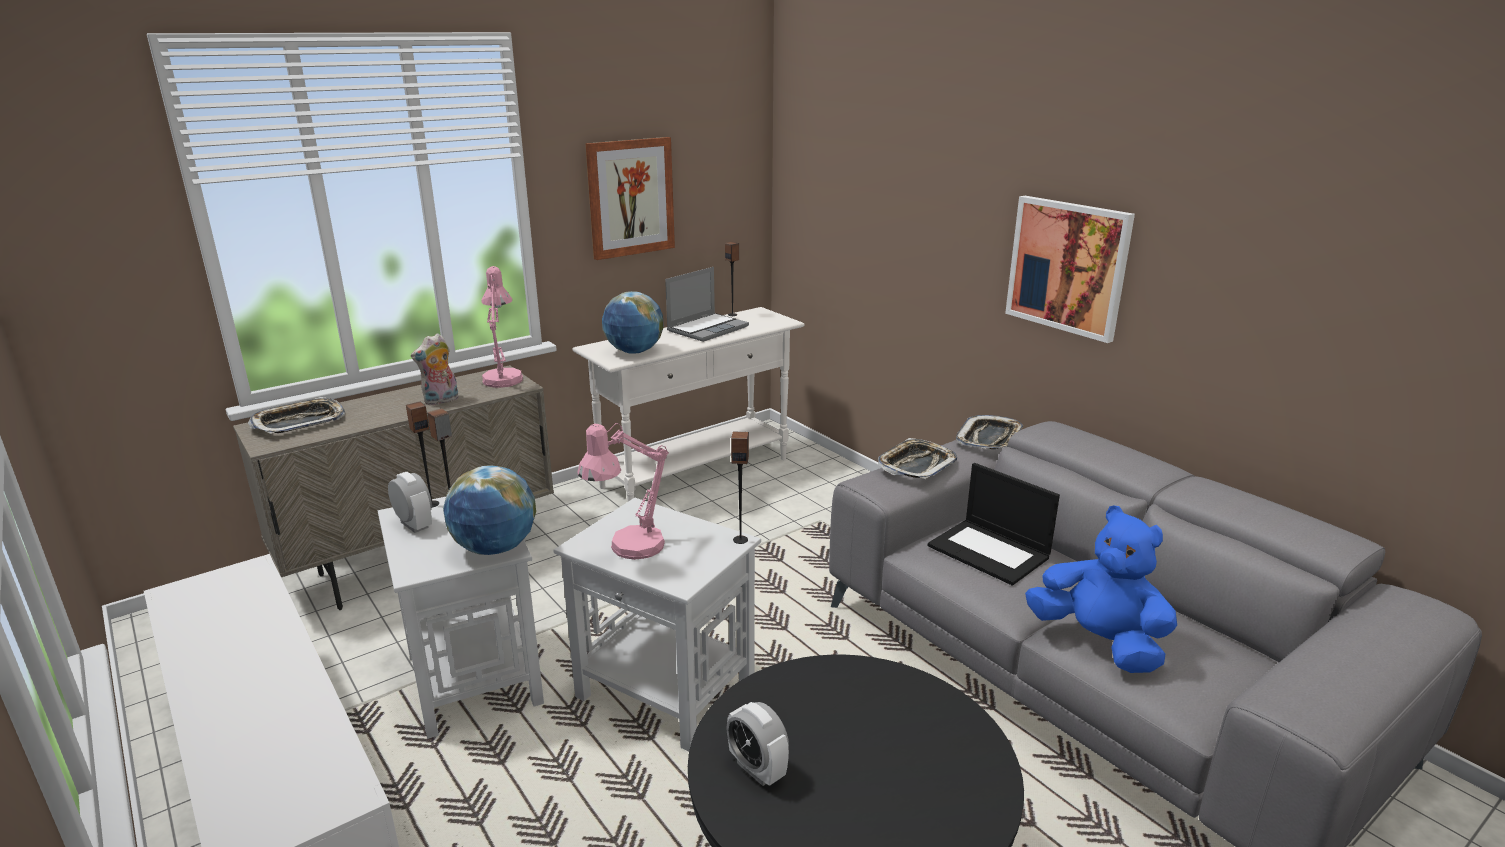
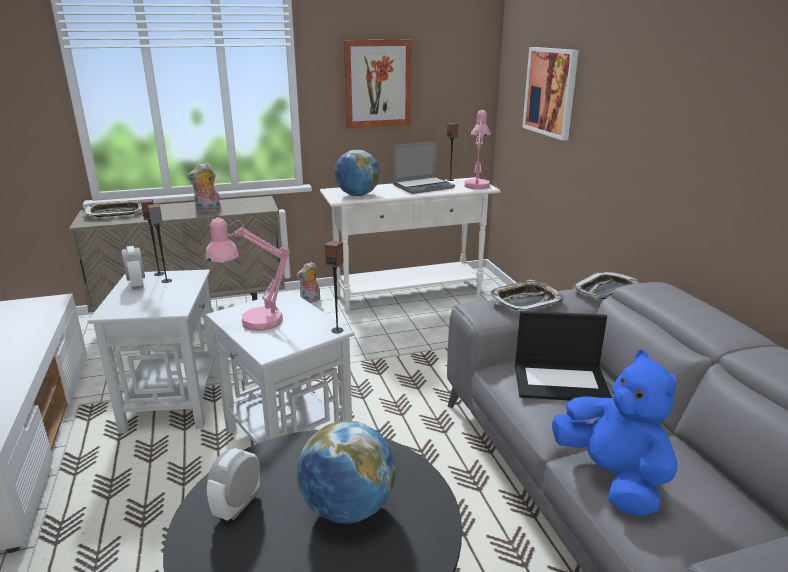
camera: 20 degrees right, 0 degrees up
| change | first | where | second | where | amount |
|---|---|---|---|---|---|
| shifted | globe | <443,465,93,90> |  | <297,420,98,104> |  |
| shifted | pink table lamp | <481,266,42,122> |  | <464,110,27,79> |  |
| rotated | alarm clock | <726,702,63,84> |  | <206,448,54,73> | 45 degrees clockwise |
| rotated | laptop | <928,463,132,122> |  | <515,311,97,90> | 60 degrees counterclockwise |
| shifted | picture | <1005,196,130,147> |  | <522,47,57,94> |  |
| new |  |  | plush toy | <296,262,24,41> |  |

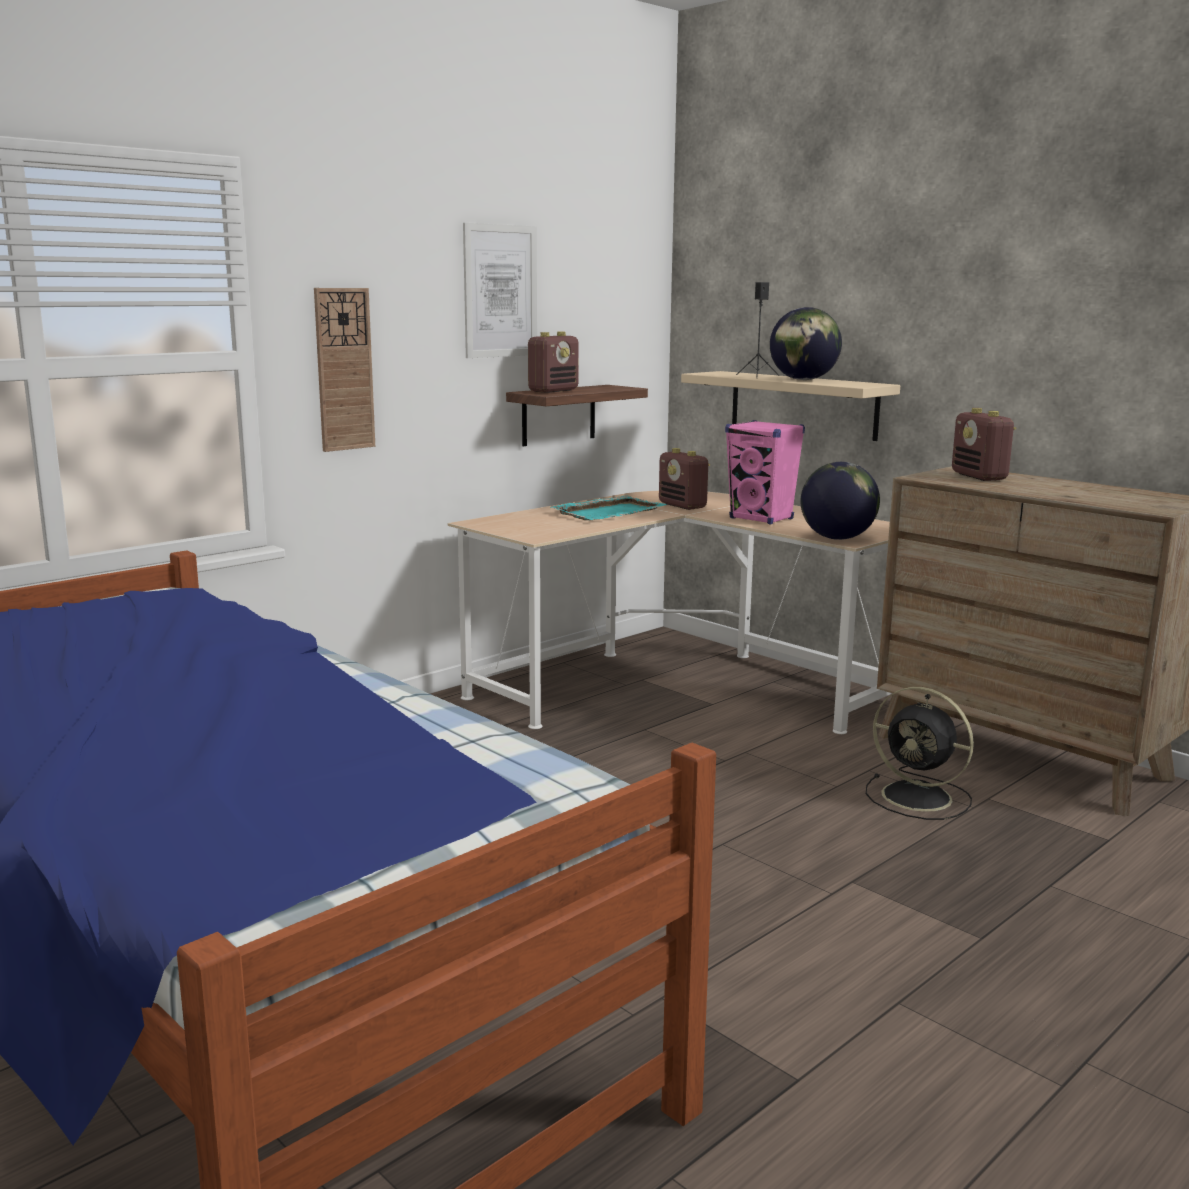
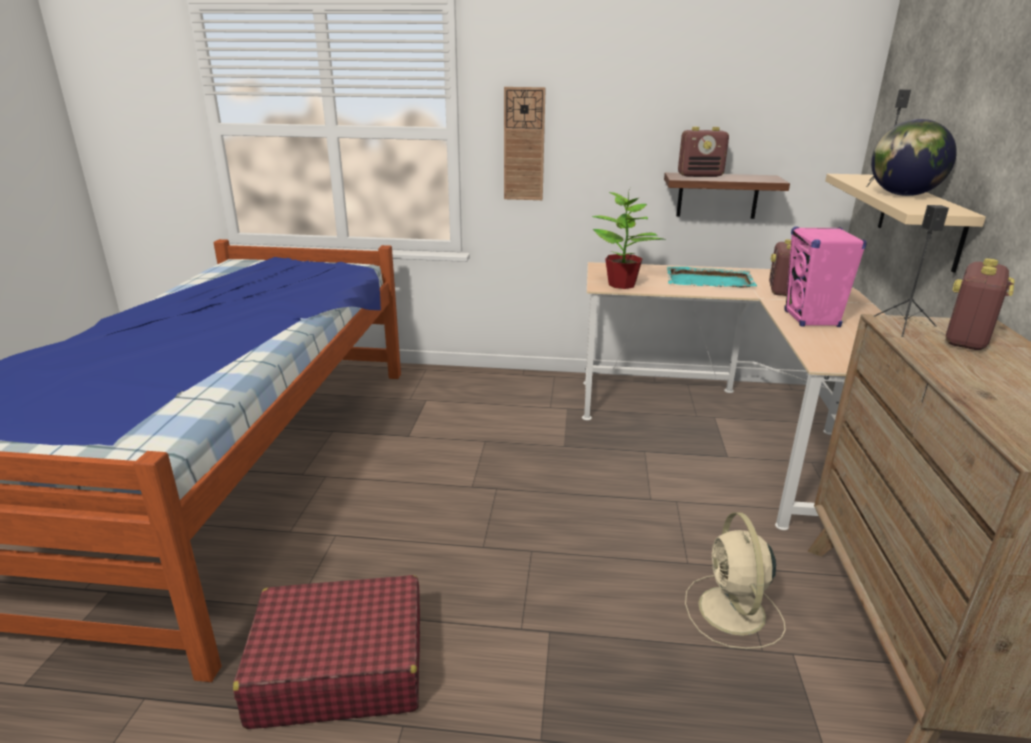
camera: 50 degrees right, 10 degrees up
| change | first | where | second | where | amount |
|---|---|---|---|---|---|
| gone | picture | <463,223,74,135> |  |  |  |
| gone | globe | <801,462,79,78> |  |  |  |
| repainted | black fan | <866,687,108,133> | beige fan | <685,512,101,137> |  |
| new |  |  | red suitcase | <233,575,187,154> |  |
| new |  |  | potted plant | <592,191,72,98> |  |
| new |  |  | black speaker | <874,205,75,132> |  |

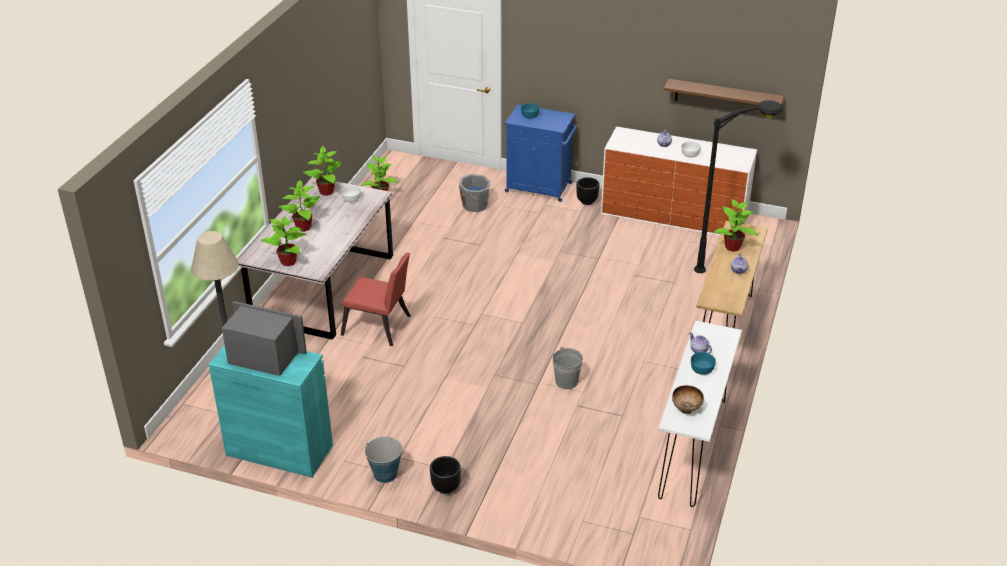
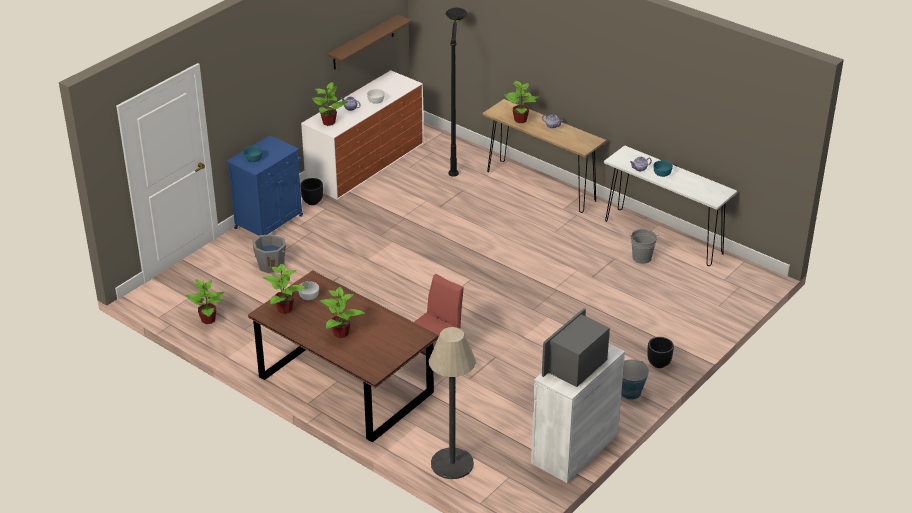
camera: 70 degrees left, 0 degrees up
| change | first | where | second | where | amount |
|---|---|---|---|---|---|
| repainted | turquoise cabinet | <209,345,124,133> | white cabinet | <531,344,94,139> |  |
| repainted | grey dining table | <238,177,155,163> | brown dining table | <248,270,191,173> |  |
| shifted | potted plant | <260,217,47,49> |  | <312,82,36,44> |  |
| shifted | grey bucket | <553,347,30,42> |  | <629,229,29,35> |  |
| gone | bowl | <672,385,32,29> |  |  |  |

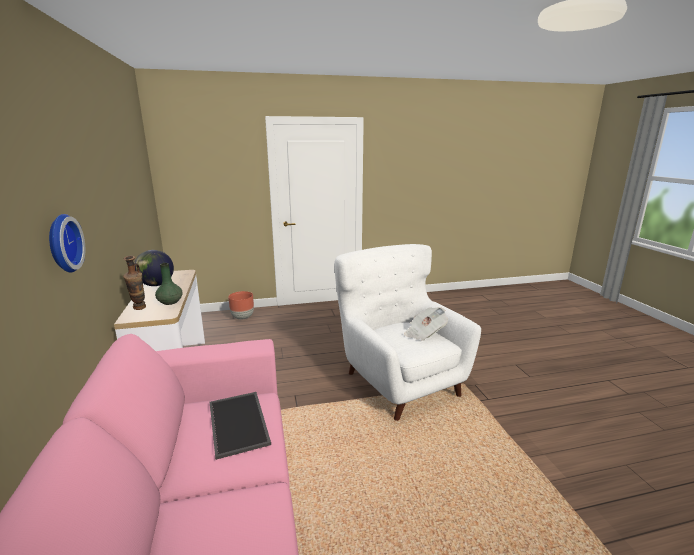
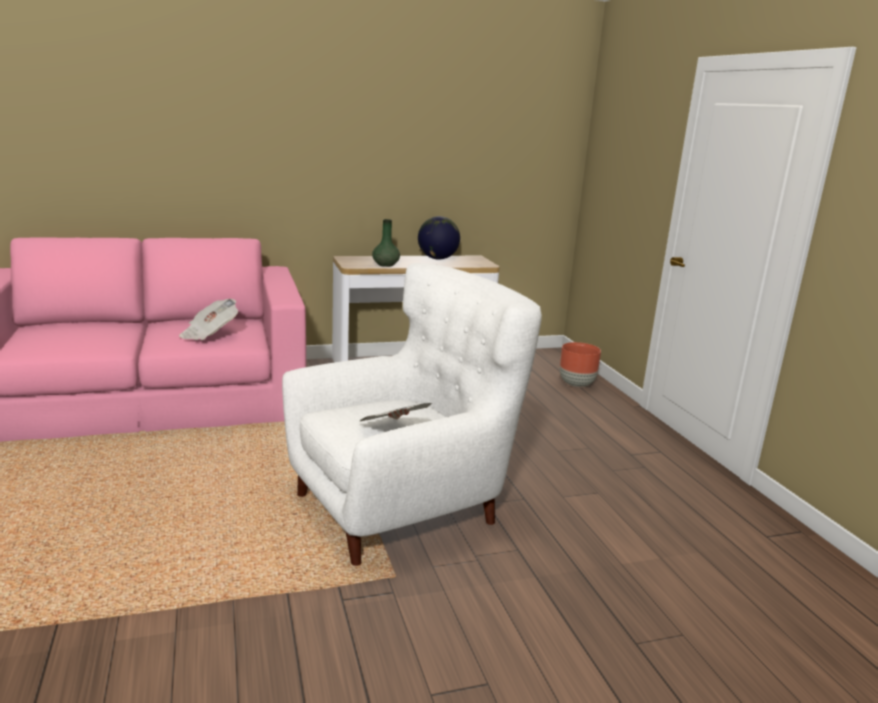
camera: 85 degrees right, 0 degrees up
| change | first | where | second | where | amount |
|---|---|---|---|---|---|
| gone | wall clock | <49,214,36,59> |  |  |  |
| gone | vase | <123,256,23,54> |  |  |  |
| swapped | tray | <210,392,61,68> | newspaper | <179,299,59,41> |  |

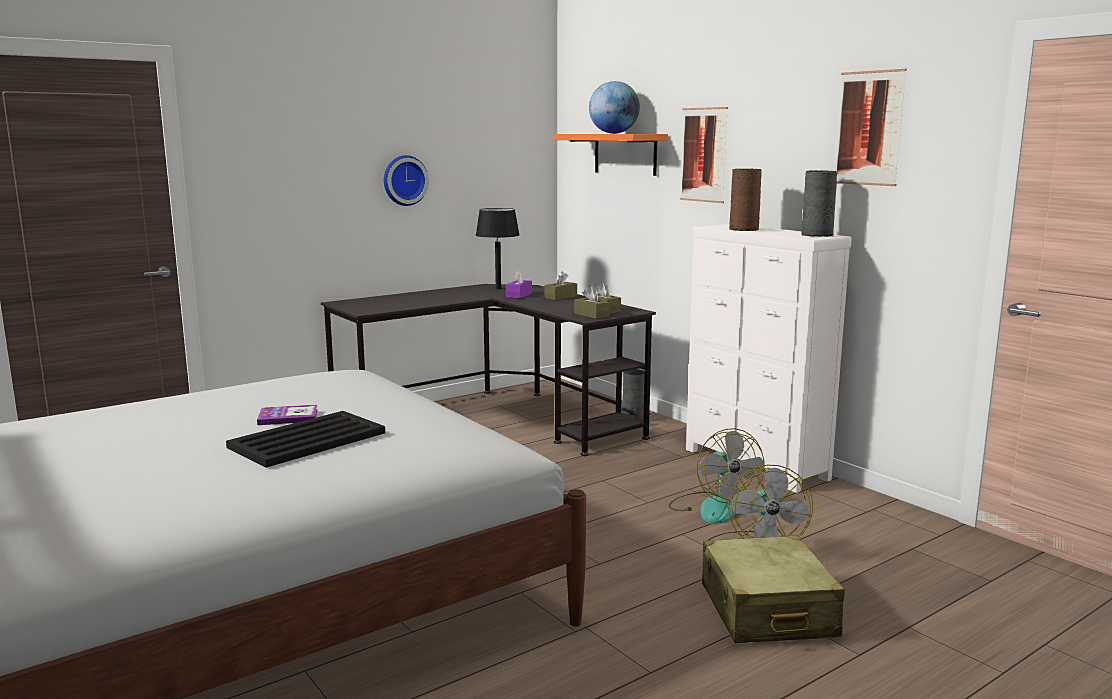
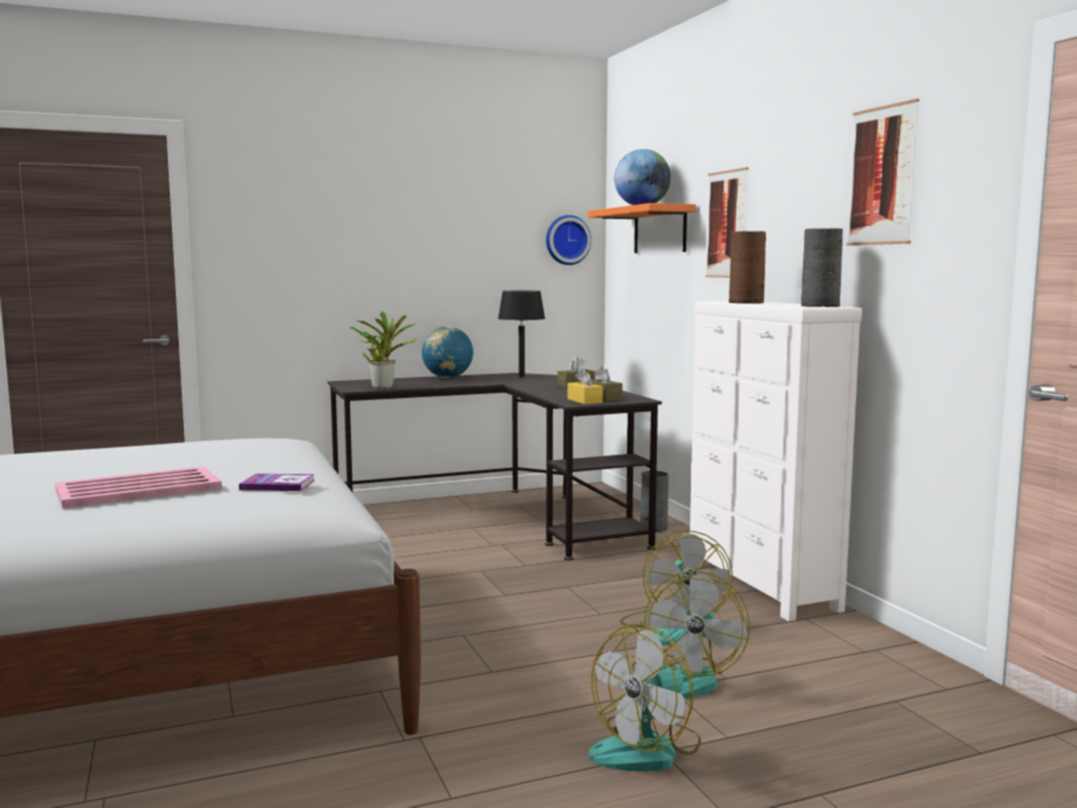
camera: 15 degrees right, 5 degrees down
| change | first | where | second | where | amount |
|---|---|---|---|---|---|
| repainted | black tray | <226,411,159,57> | pink tray | <55,466,167,43> |  |
| shifted | book | <257,404,60,21> |  | <239,473,76,18> |  |
| shifted | wall clock | <384,155,45,51> |  | <546,215,45,50> |  |
| gone | purple tissue box | <506,270,26,29> |  |  |  |
| repainted | brown tissue box | <574,287,36,32> | yellow tissue box | <567,369,36,35> |  |
| swapped | beige suitcase | <702,535,143,108> | fan | <589,623,112,149> |  |
| new |  |  | potted plant | <349,311,67,79> |  |
| new |  |  | globe | <422,326,51,52> |  |

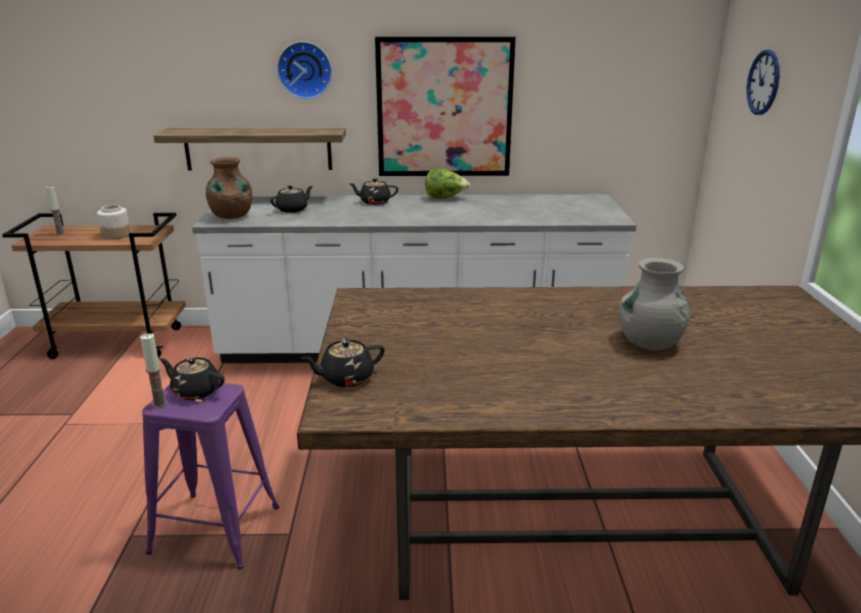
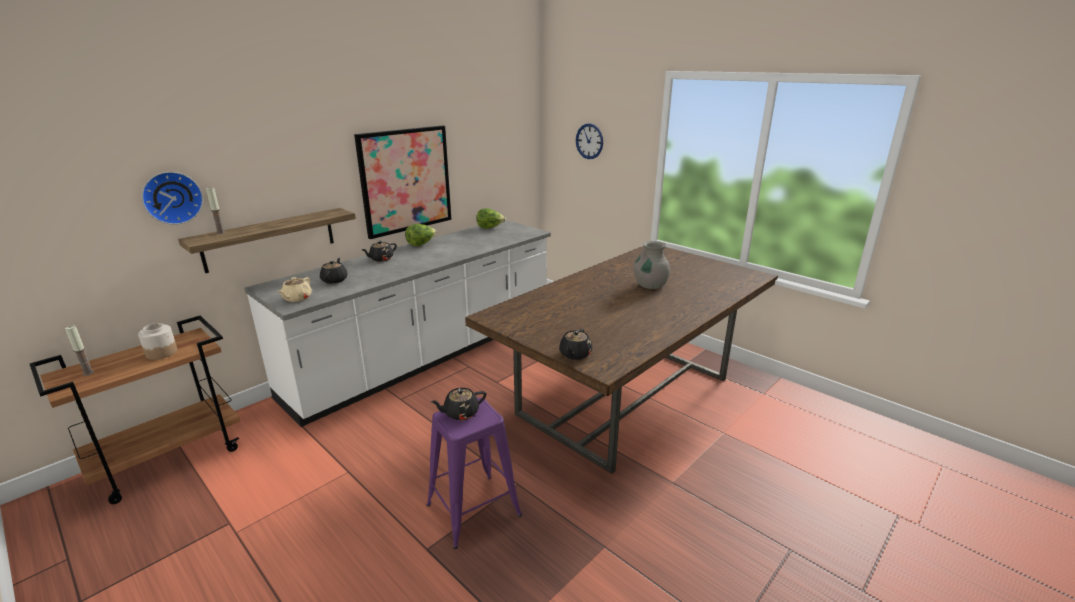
camera: 45 degrees left, 0 degrees up
| change | first | where | second | where | amount |
|---|---|---|---|---|---|
| shifted | candle | <140,334,27,74> |  | <206,188,19,46> |  |
| swapped | brown vase | <206,157,46,62> | beige teapot | <277,277,35,25> |  |
| shifted | wall clock | <277,41,55,58> |  | <141,172,62,53> |  |
| new |  |  | lettuce | <477,208,29,21> |  |

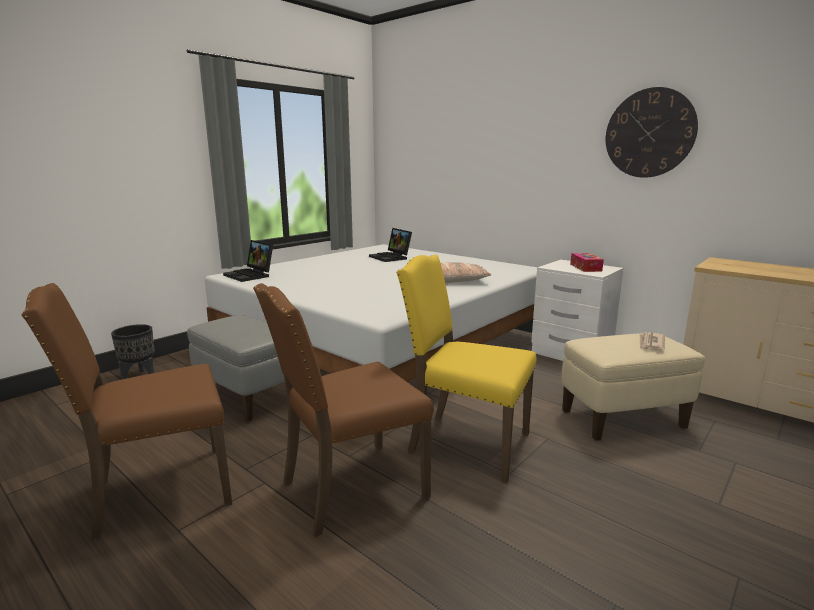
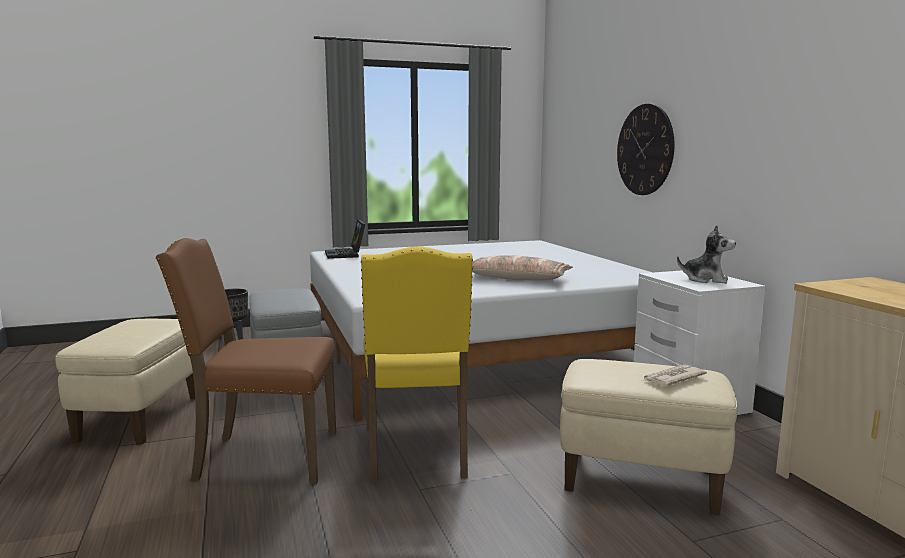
camera: 30 degrees right, 5 degrees down
| change | first | where | second | where | amount |
|---|---|---|---|---|---|
| swapped | brown chair | <22,283,210,256> | beige ottoman | <55,319,140,126> |  |
| gone | laptop | <369,228,43,34> |  |  |  |
| rotated | yellow chair | <396,254,141,229> |  | <361,246,112,237> | 150 degrees counterclockwise |
| swapped | tissue box | <570,253,34,19> | plush toy | <677,225,59,59> |  |
| shifted | wall clock | <606,87,92,91> |  | <617,104,57,91> |  |

